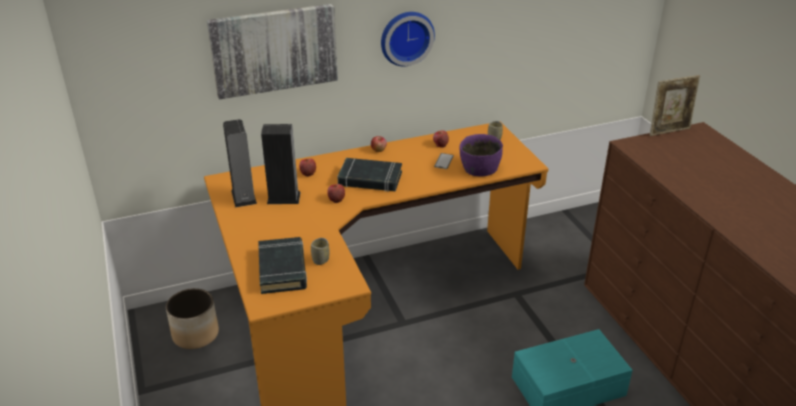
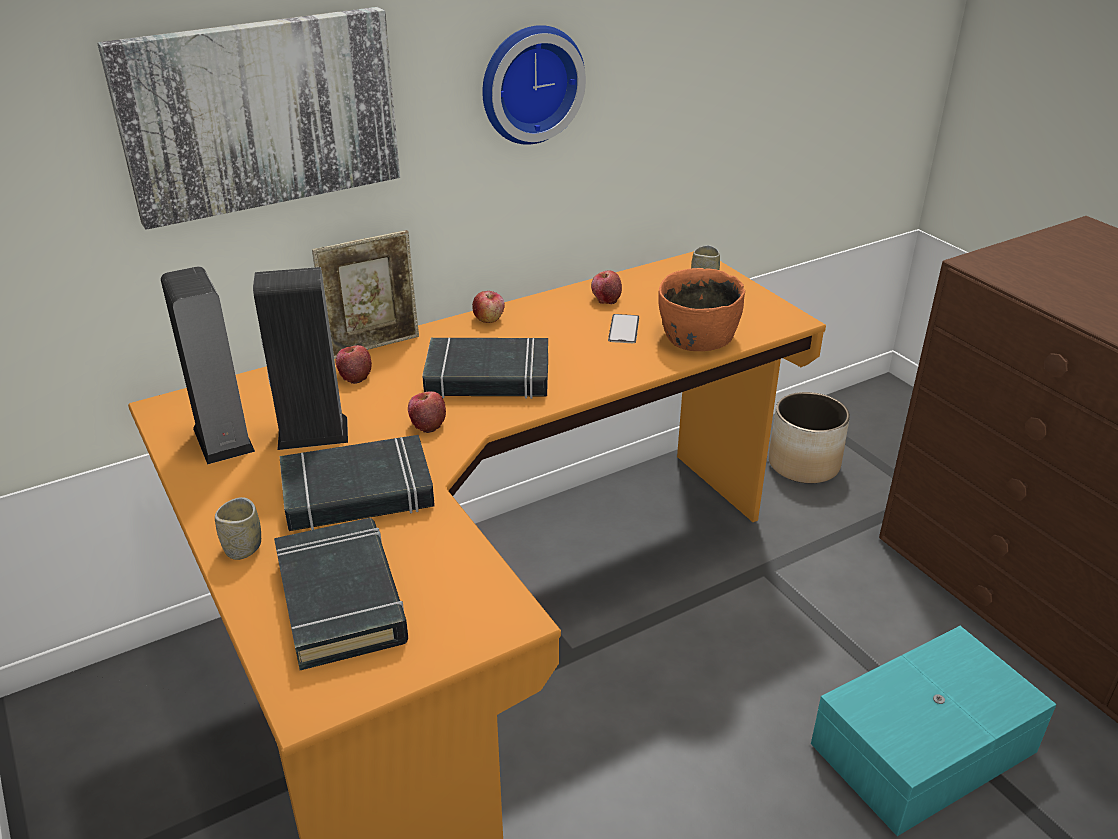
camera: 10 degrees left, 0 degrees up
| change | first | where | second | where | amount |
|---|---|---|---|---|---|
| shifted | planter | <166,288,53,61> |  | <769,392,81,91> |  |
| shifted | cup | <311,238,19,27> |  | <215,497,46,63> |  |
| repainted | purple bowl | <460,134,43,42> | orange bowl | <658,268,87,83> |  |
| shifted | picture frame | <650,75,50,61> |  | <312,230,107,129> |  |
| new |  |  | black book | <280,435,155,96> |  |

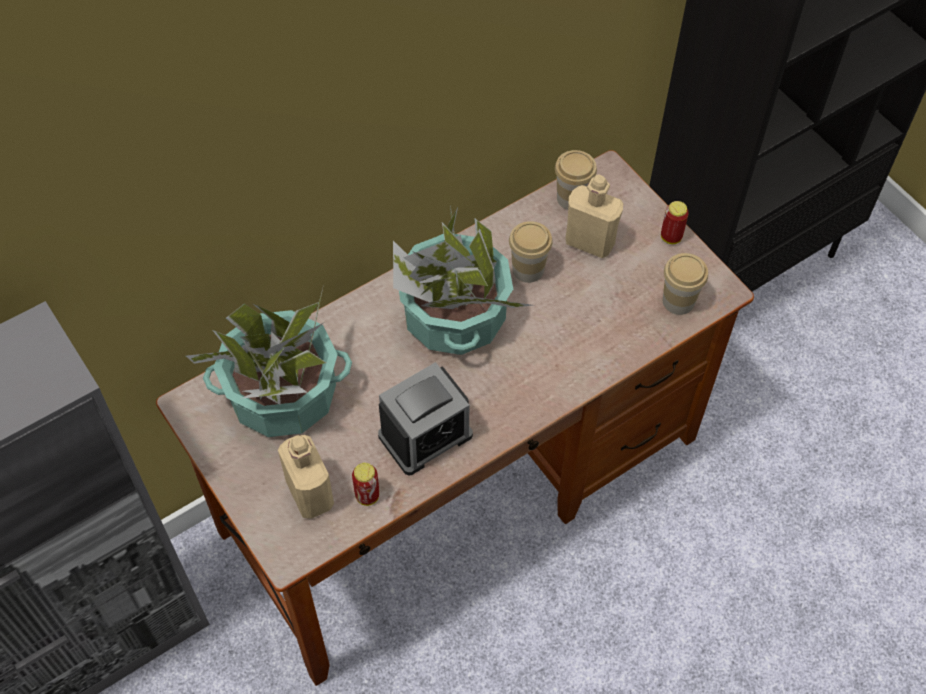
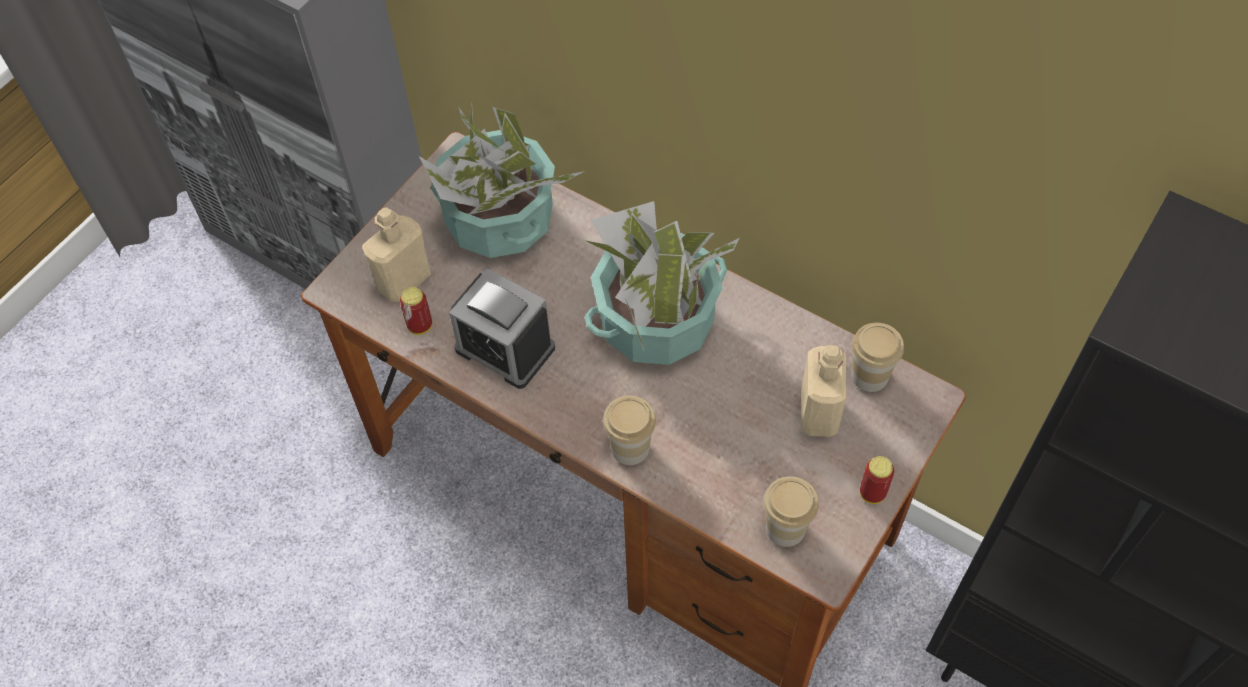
camera: 70 degrees right, 0 degrees up
| change | first | where | second | where | amount |
|---|---|---|---|---|---|
| shifted | cup | <509,221,44,62> |  | <603,396,53,69> |  |

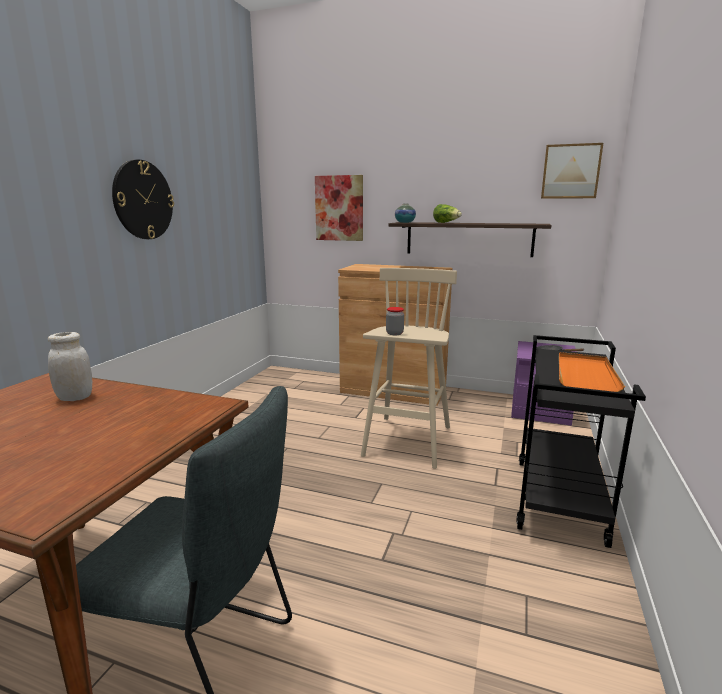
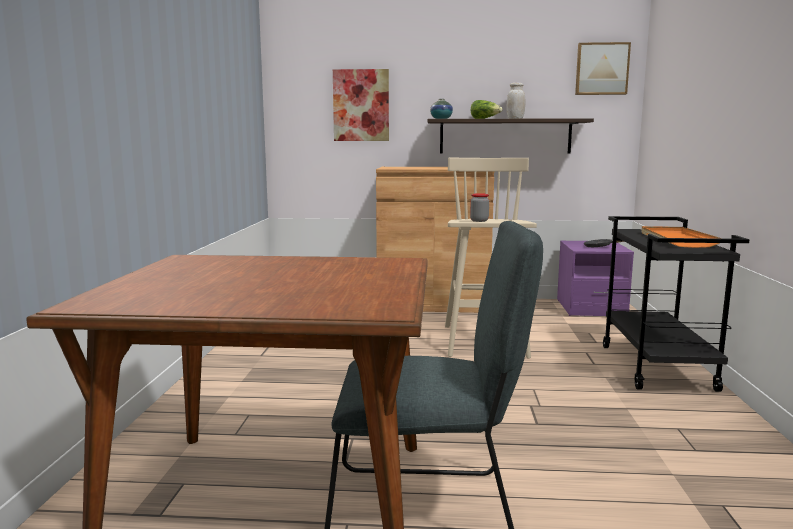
camera: 15 degrees left, 5 degrees down
| change | first | where | second | where | amount |
|---|---|---|---|---|---|
| shifted | white jar | <48,332,44,69> |  | <506,83,19,36> |  |
| gone | wall clock | <112,160,62,79> |  |  |  |

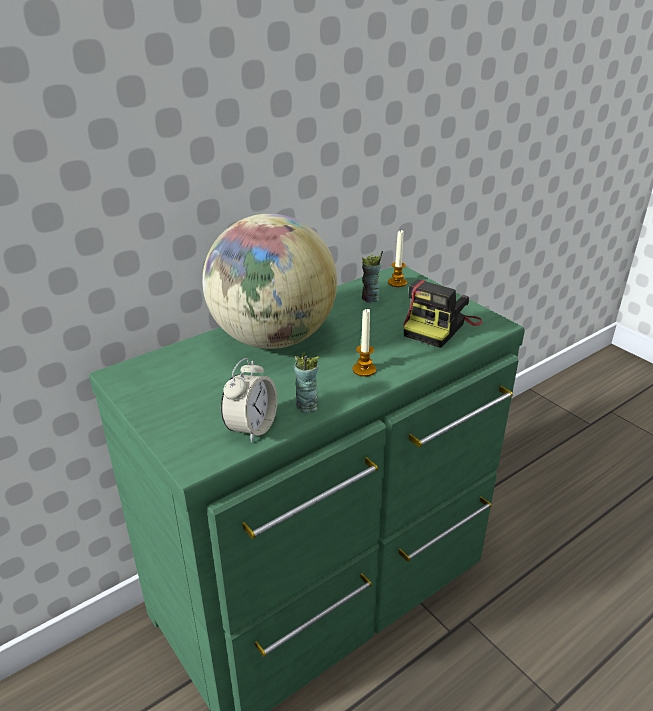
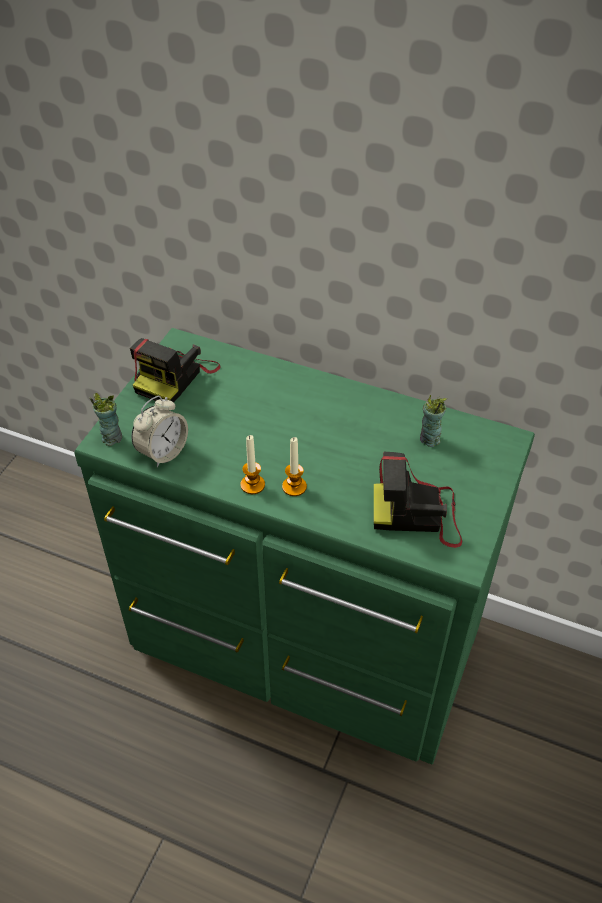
camera: 60 degrees right, 15 degrees up
| change | first | where | second | where | amount |
|---|---|---|---|---|---|
| gone | globe | <202,214,135,135> |  |  |  |
| rotated | alarm clock | <221,358,56,85> |  | <131,396,57,71> | 45 degrees counterclockwise |
| shifted | cup | <294,352,26,61> |  | <90,393,32,53> |  |
| shifted | candle | <388,230,19,57> |  | <241,435,24,59> |  |
| new |  |  | photo camera | <130,338,90,64> |  |

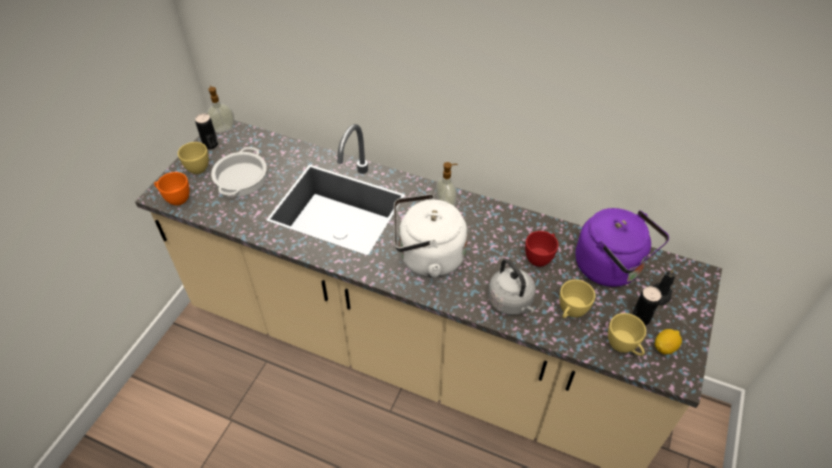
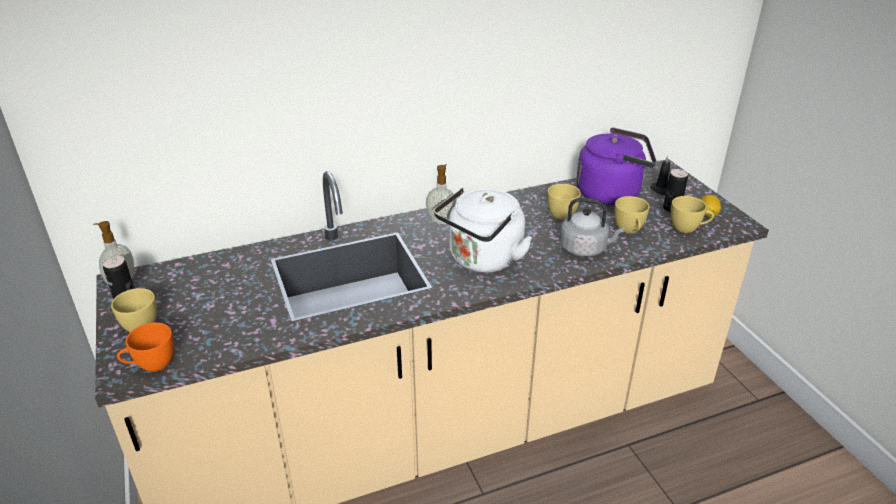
camera: 45 degrees left, 15 degrees down
| change | first | where | second | where | amount |
|---|---|---|---|---|---|
| gone | cooking pot | <211,147,56,49> |  |  |  |
| repainted | red cup | <525,231,33,36> | yellow cup | <547,184,34,36> |  |

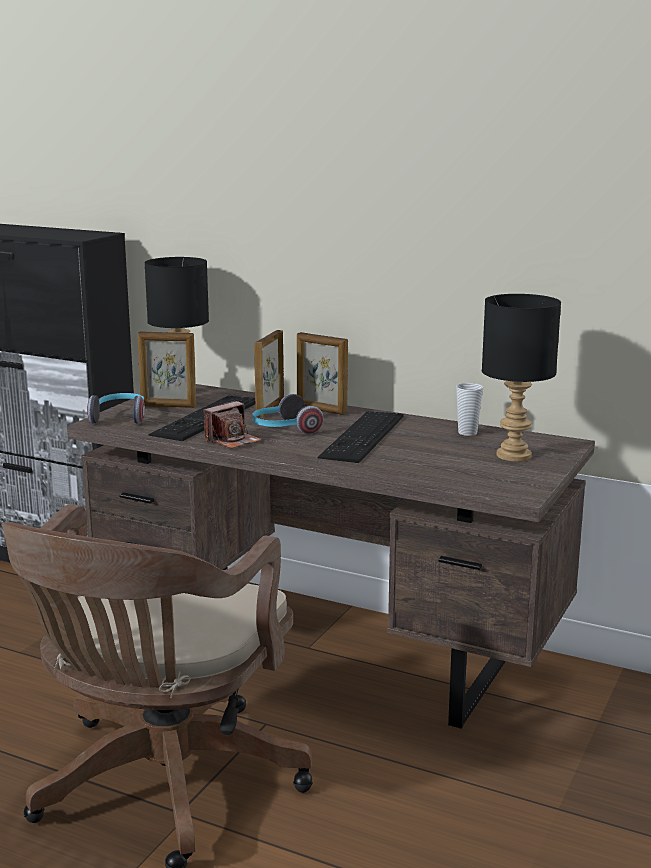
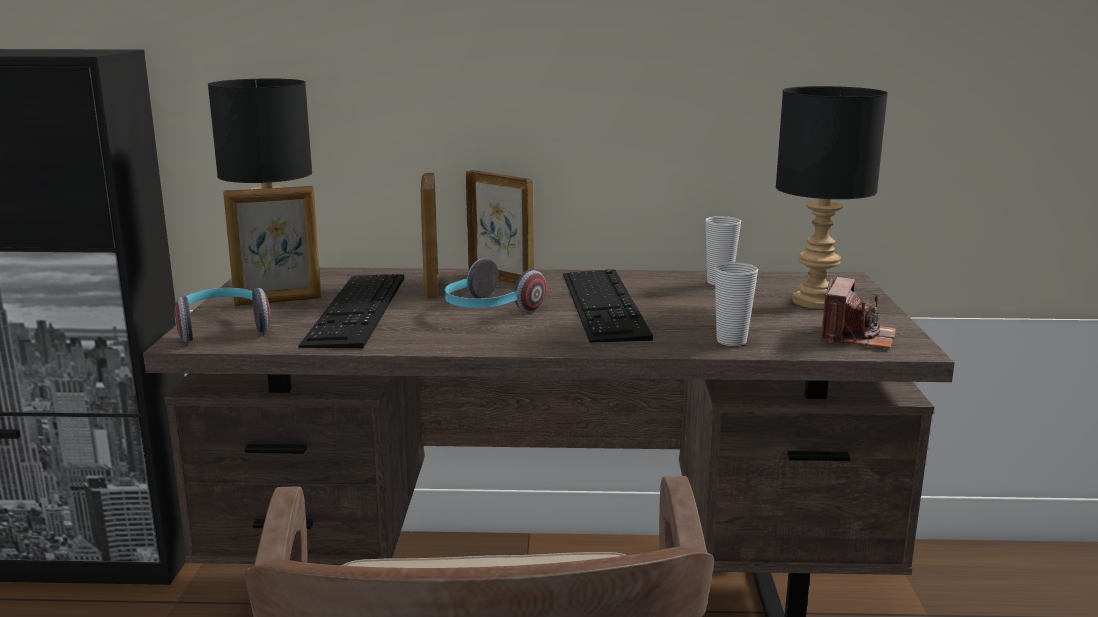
camera: 25 degrees left, 0 degrees up
| change | first | where | second | where | amount |
|---|---|---|---|---|---|
| shifted | photo camera | <203,401,59,48> |  | <821,277,75,72> |  |
| rotated | picture frame | <297,332,51,83> |  | <466,170,68,115> | 150 degrees counterclockwise |
| new |  |  | cup | <715,262,43,84> |  |

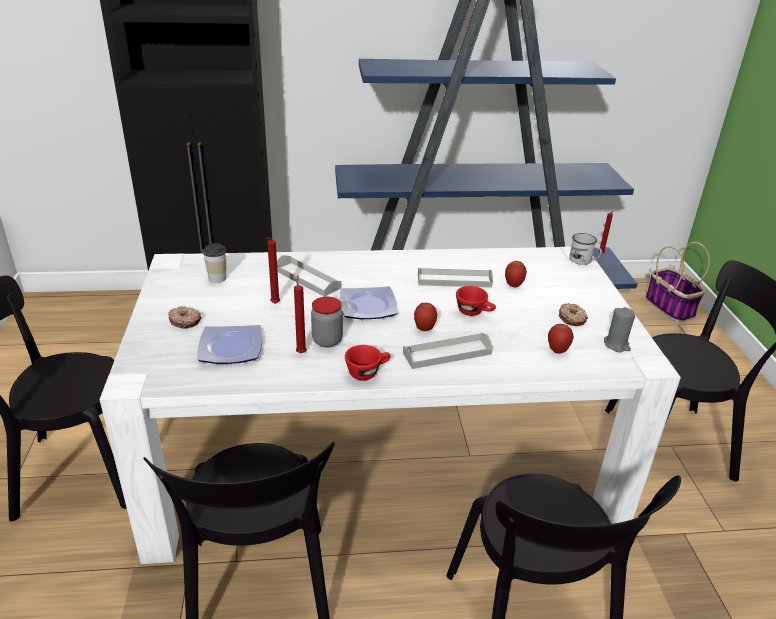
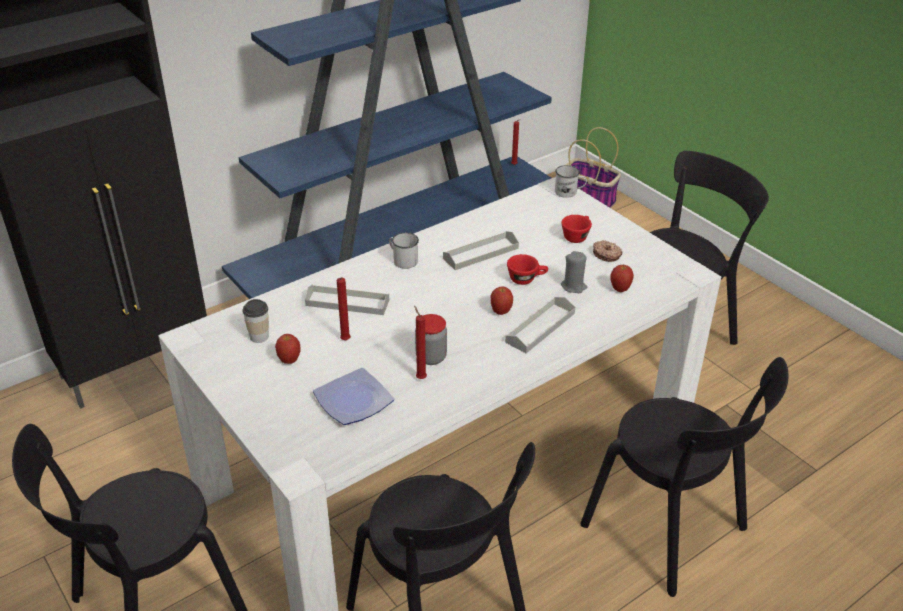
camera: 30 degrees left, 5 degrees up
| change | first | where | second | where | amount |
|---|---|---|---|---|---|
| gone | donut | <168,306,33,22> |  |  |  |
| gone | plate | <340,286,57,33> |  |  |  |
| shifted | red cup | <345,345,45,35> |  | <562,215,30,28> |  |
| shifted | apple | <505,261,22,26> |  | <275,334,26,30> |  |
| shifted | grey candle | <604,307,31,46> |  | <561,251,27,42> |  |
| new |  |  | white mug | <389,233,30,36> |  |

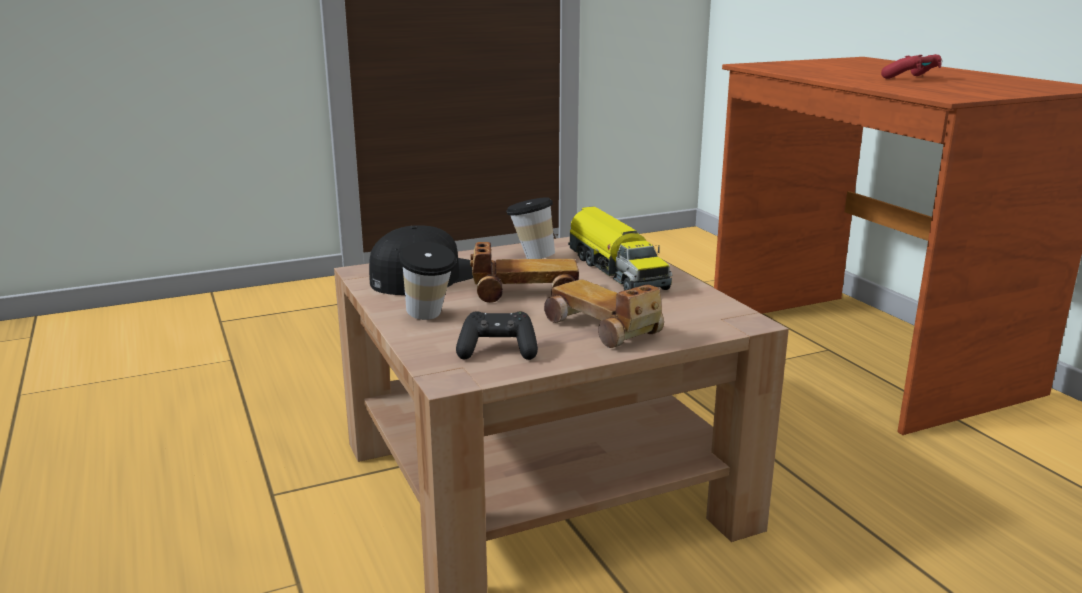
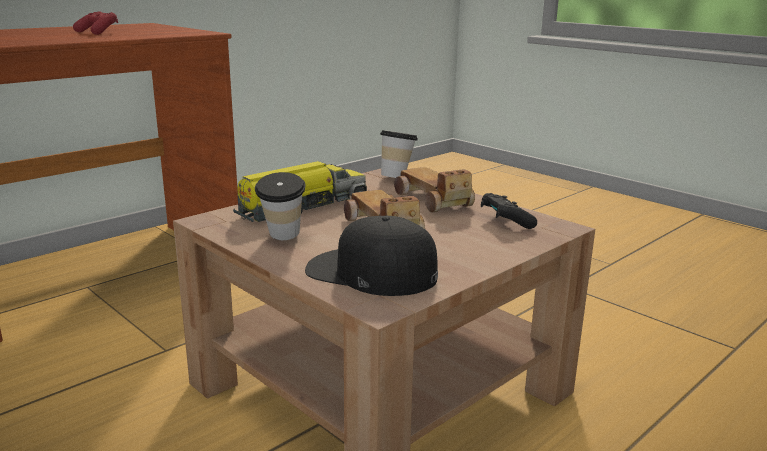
camera: 110 degrees left, 0 degrees up
| change | first | where | second | where | amount |
|---|---|---|---|---|---|
| shifted | cup | <399,242,58,78> |  | <380,130,38,48> |  |
| rotated | toy car | <544,279,120,69> |  | <394,167,81,45> | 120 degrees clockwise |

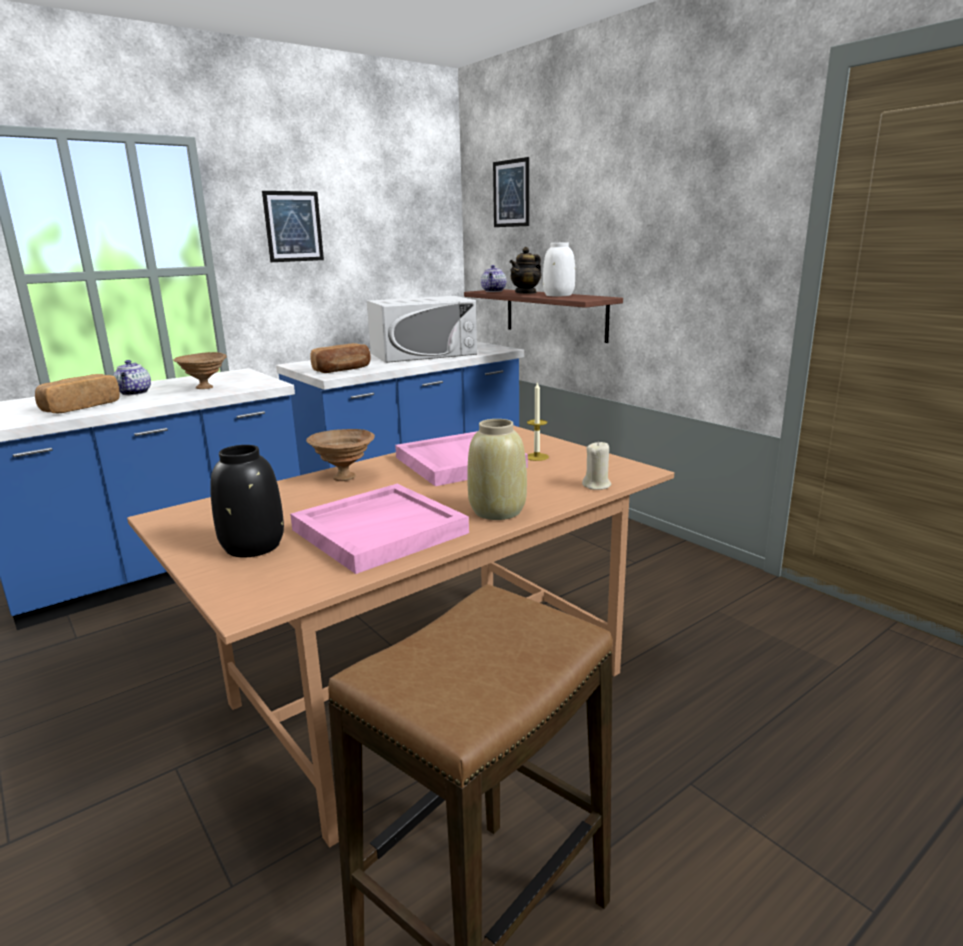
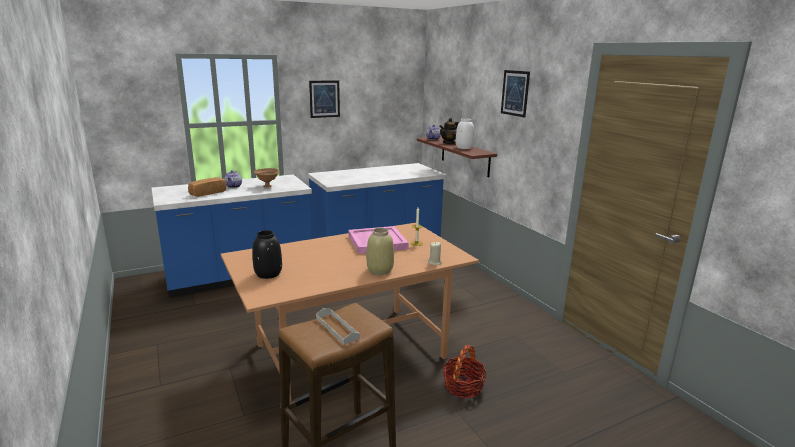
camera: 10 degrees right, 0 degrees up
| change | first | where | second | where | amount |
|---|---|---|---|---|---|
| gone | pink tray | <290,484,179,90> |  |  |  |
| gone | brown bowl | <306,429,69,52> |  |  |  |
| gone | bread | <311,343,60,30> |  |  |  |
| gone | white microwave | <367,296,110,67> |  |  |  |
| shifted | picture | <493,157,36,70> |  | <501,70,29,48> |  |
| new |  |  | grey tray | <316,308,44,37> |  |
| new |  |  | basket | <443,345,44,53> |  |

